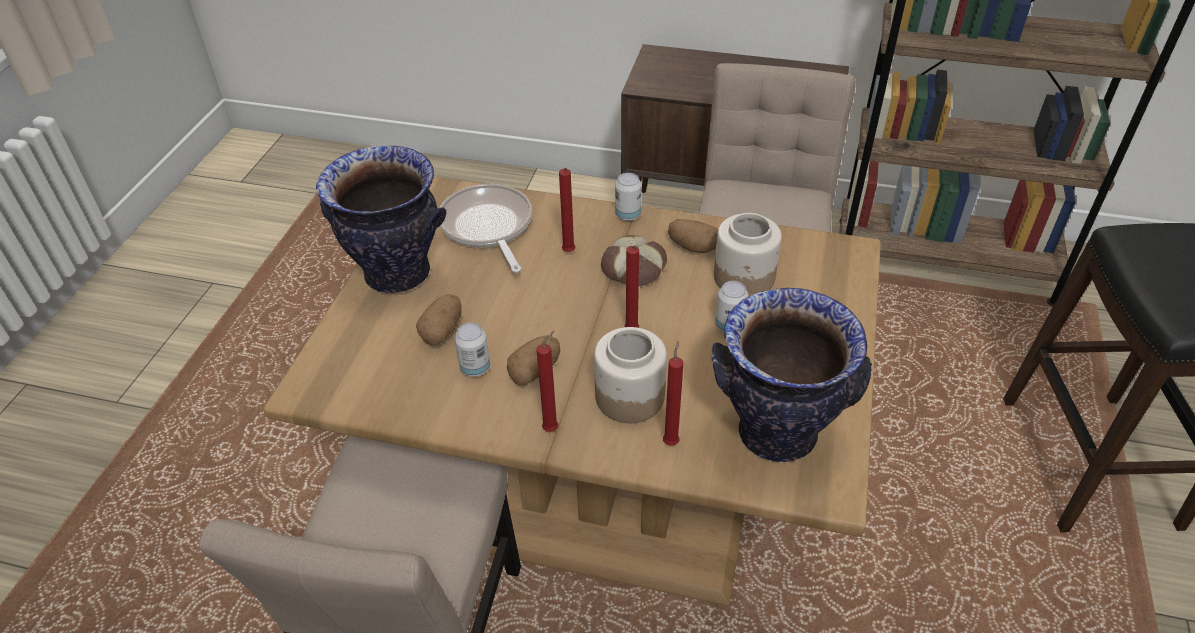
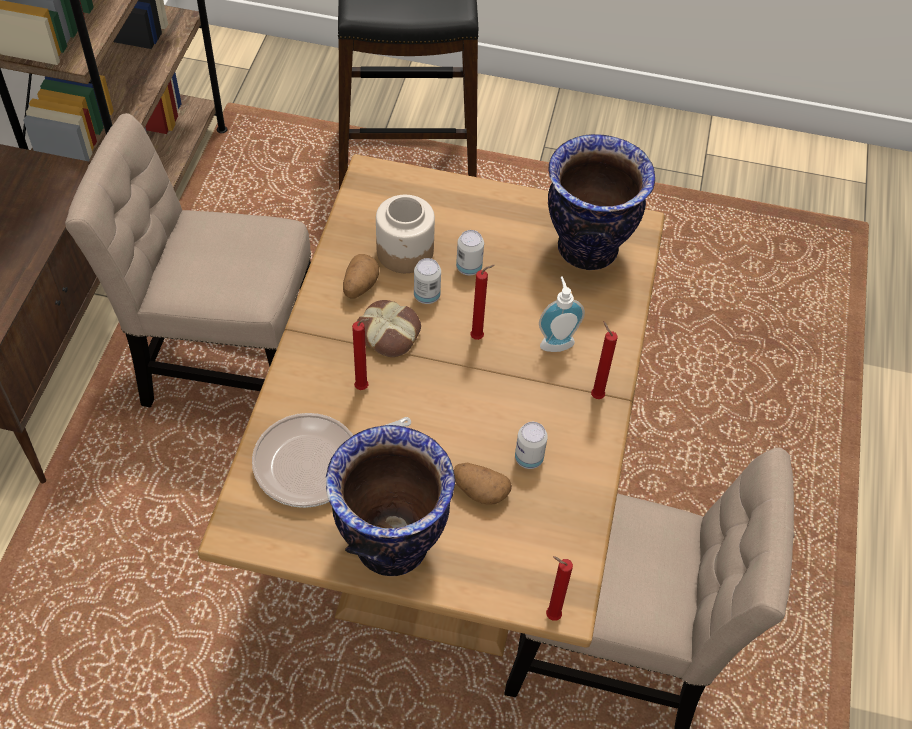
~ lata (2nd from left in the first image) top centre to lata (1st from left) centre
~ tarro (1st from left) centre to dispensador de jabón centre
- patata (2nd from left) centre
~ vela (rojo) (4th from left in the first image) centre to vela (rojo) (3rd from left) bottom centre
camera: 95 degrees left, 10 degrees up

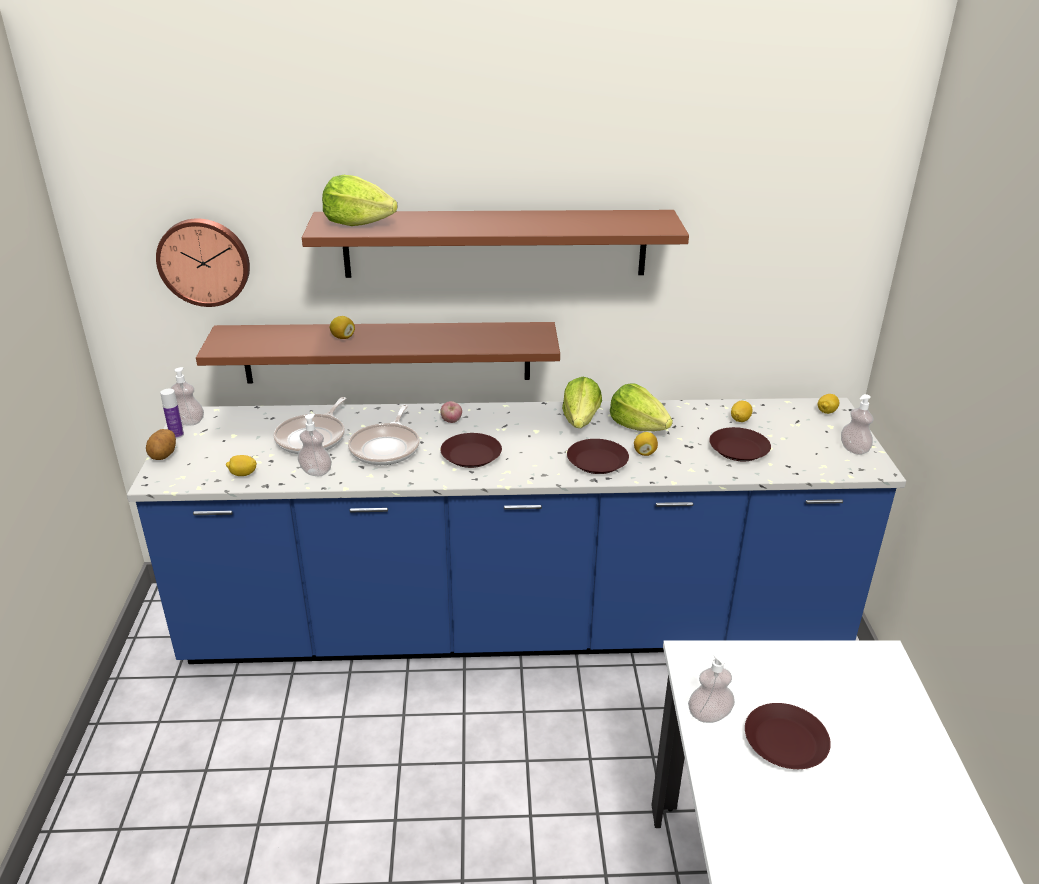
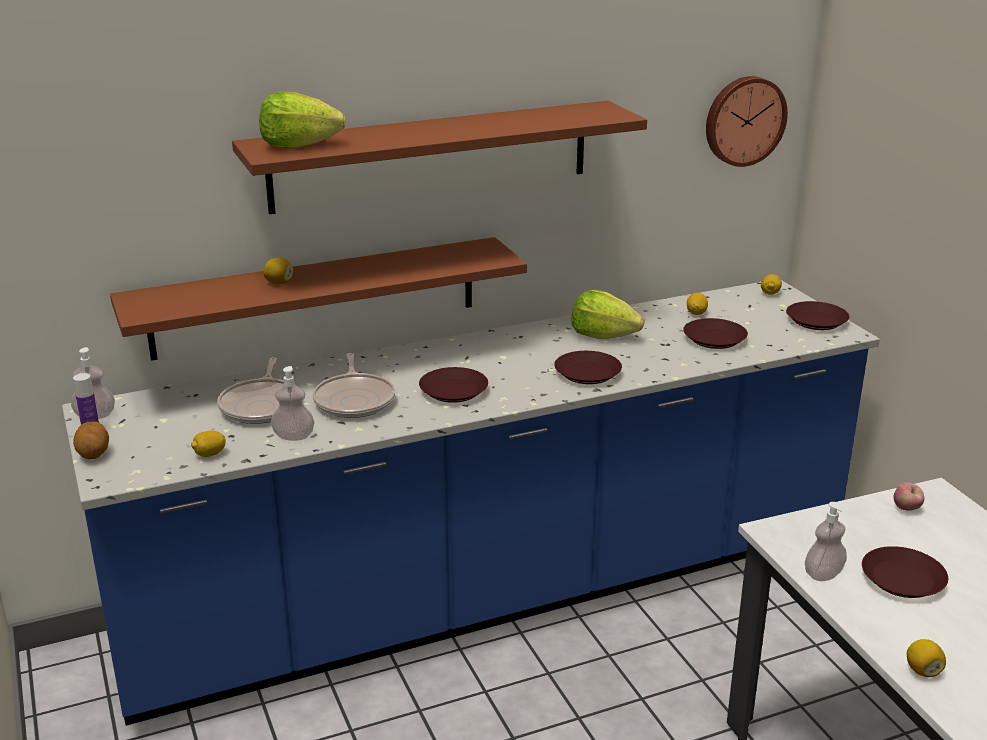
~ reloj de pared top left to top right
- lechuga (2nd from left) centre
~ dispensador de jabón (4th from left) middle right to plato (marrón) (4th from left) middle right
~ manzana centre to bottom right
~ limón (3rd from left in the first image) centre to limón (5th from left) bottom right
camera: 20 degrees left, 5 degrees down

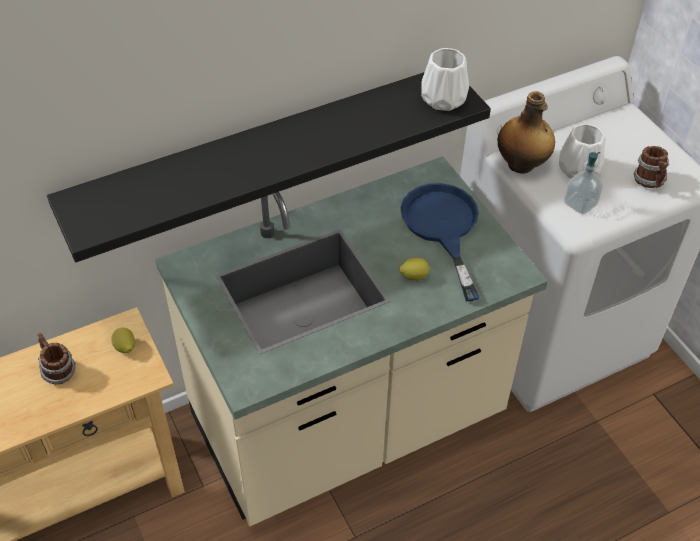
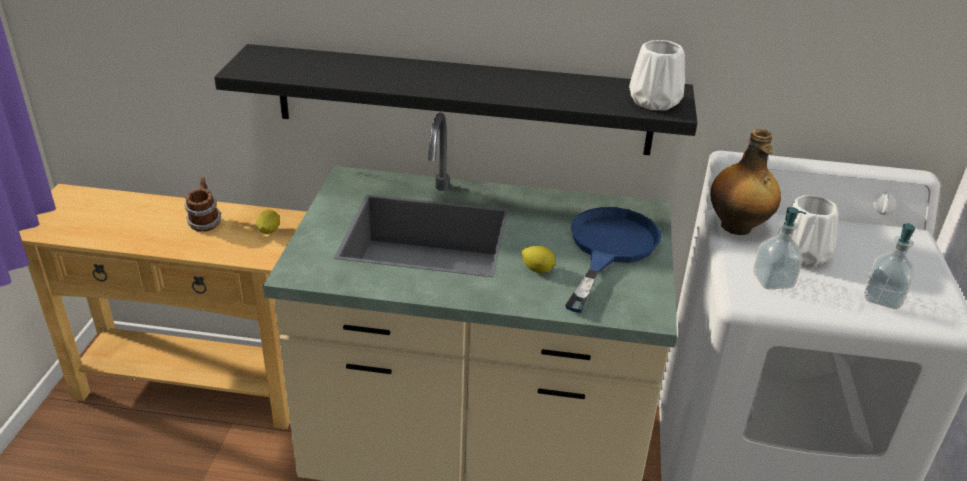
~ taza grande (2nd from left) top right to dispensador de jabón (2nd from left) middle right
camera: 35 degrees right, 15 degrees down

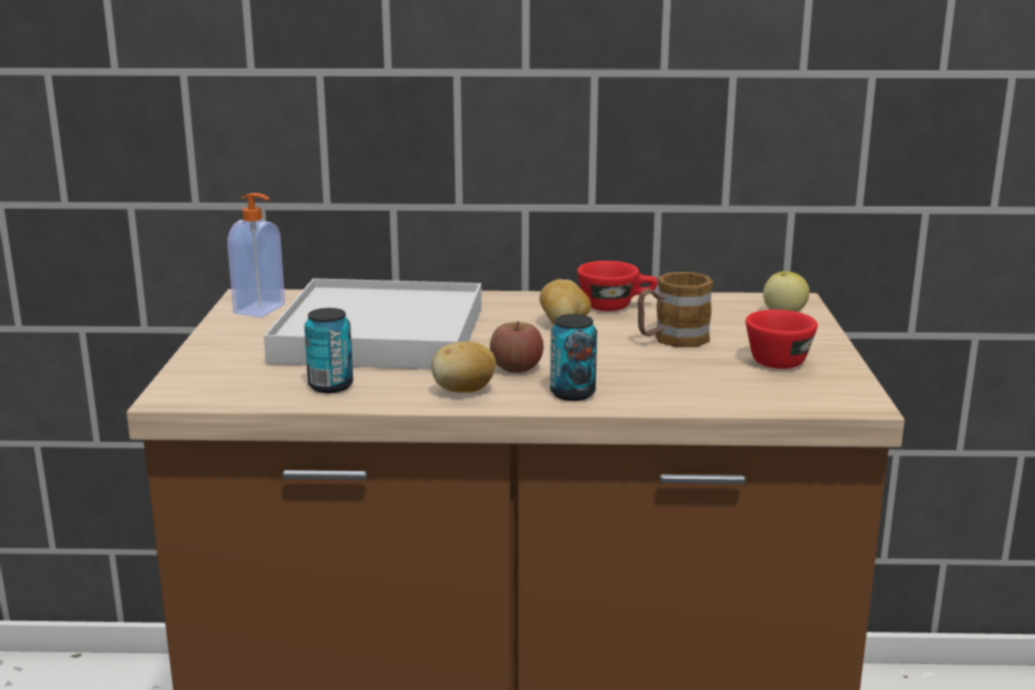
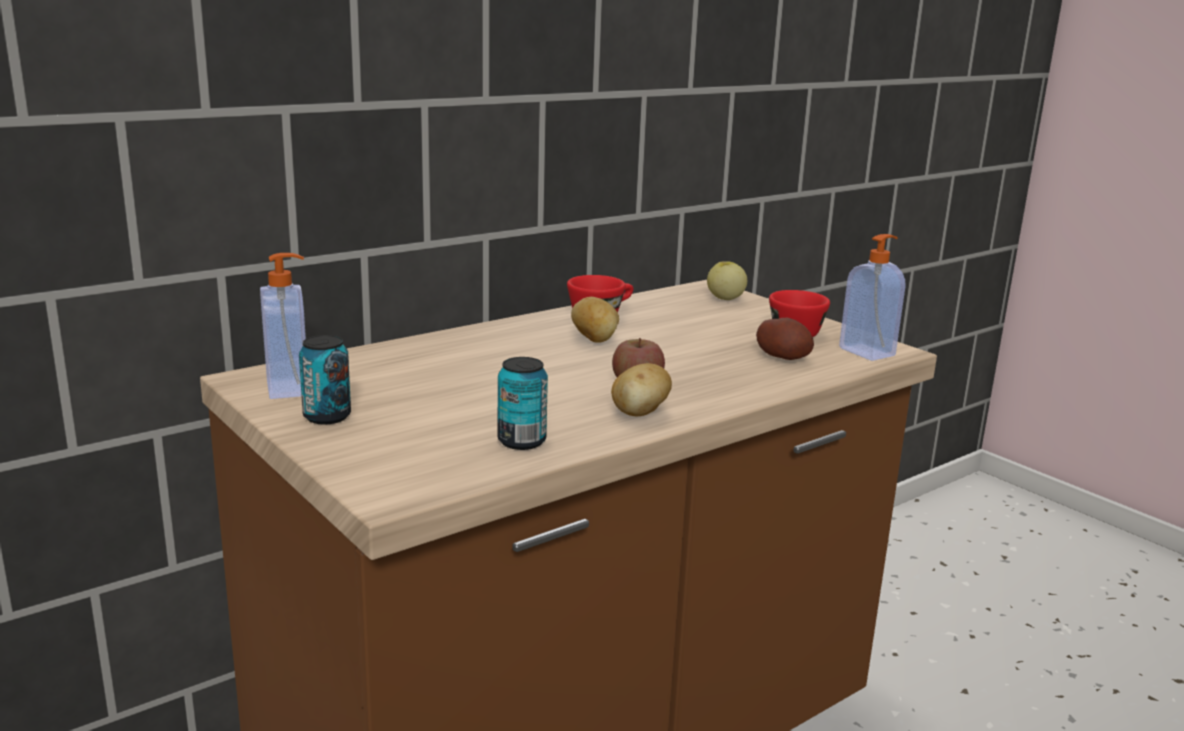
- taza grande centre
- bandeja (blanco) centre
~ lata (2nd from left in the first image) centre to lata (1st from left) middle left
+ dispensador de jabón (2nd from left) middle right
+ patata (3rd from left) centre
camera: 40 degrees left, 0 degrees up

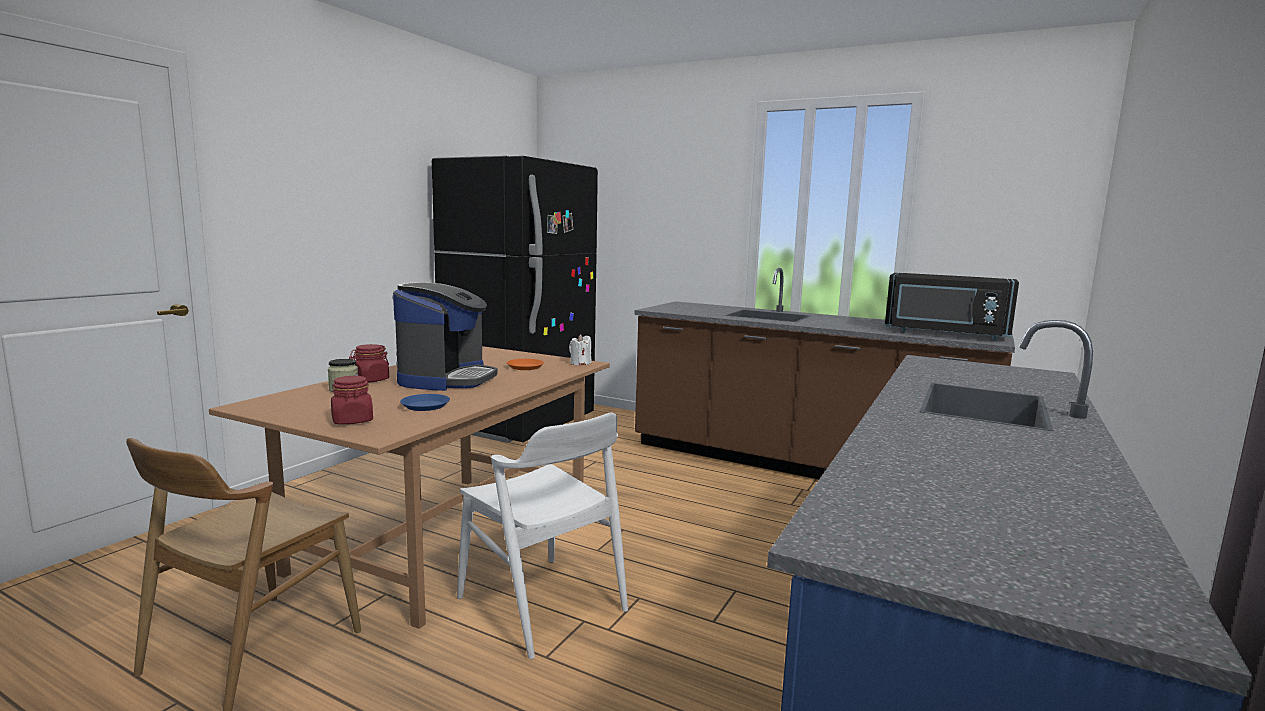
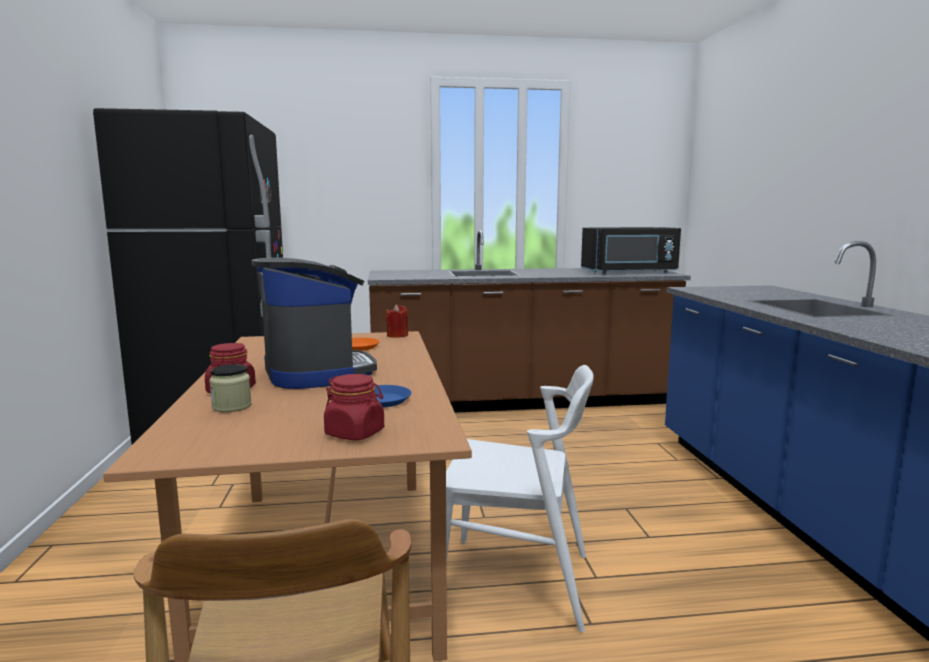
~ vela (blanco) centre to vela (rojo) centre
camera: 35 degrees left, 0 degrees up

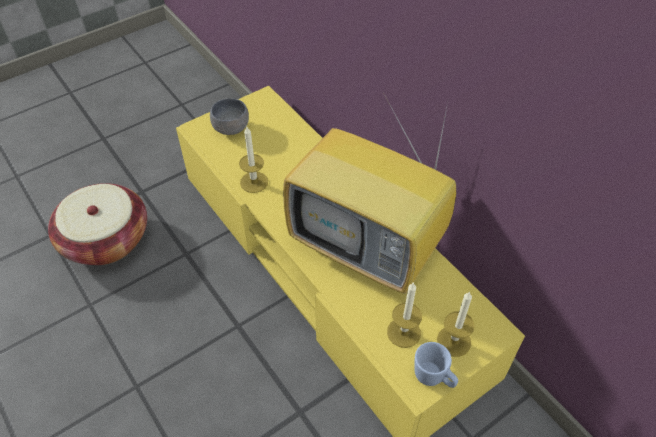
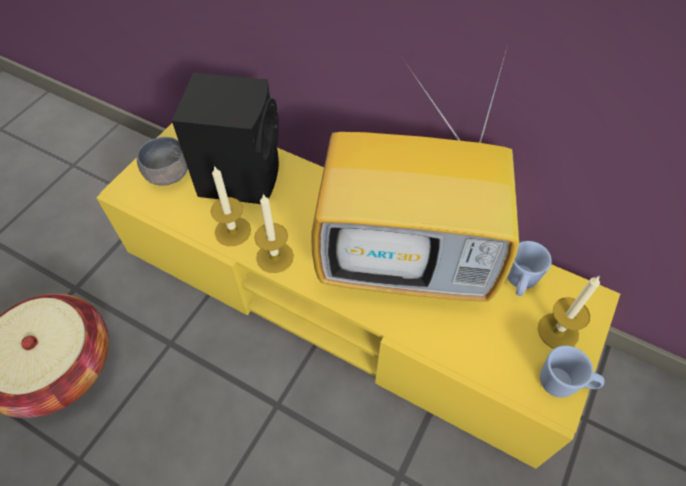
~ vela (2nd from left) bottom centre to centre
+ altavoz (negro) top left
+ taza grande (azul) (1st from left) middle right
camera: 25 degrees left, 5 degrees up

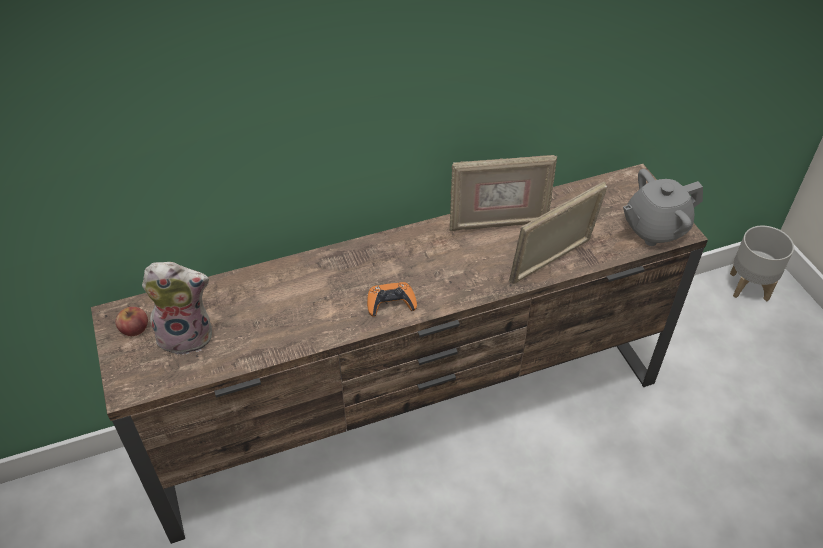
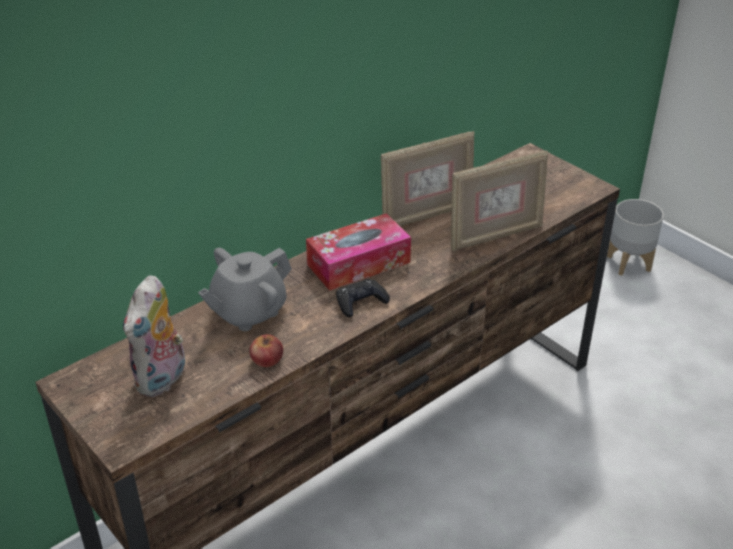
~ tetera (gris) middle right to centre
~ portarretratos (2nd from left) middle right = middle right 150 degrees counterclockwise
~ peluche middle left = middle left 135 degrees clockwise
~ mando de consola (naranja) centre to mando de consola (negro) centre
~ manzana middle left to centre
+ caja de pañuelos centre
camera: 20 degrees left, 10 degrees down

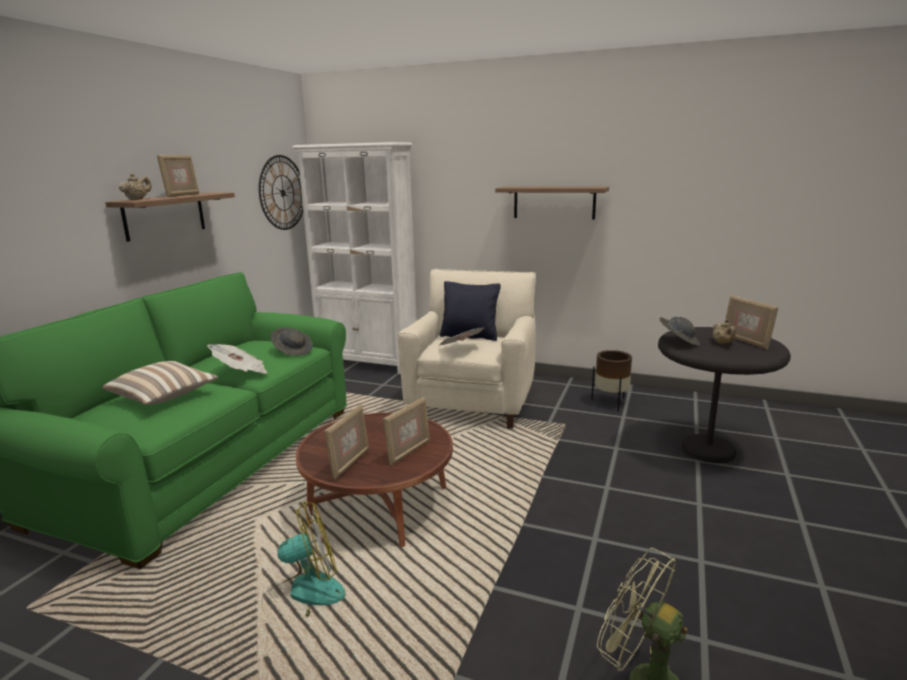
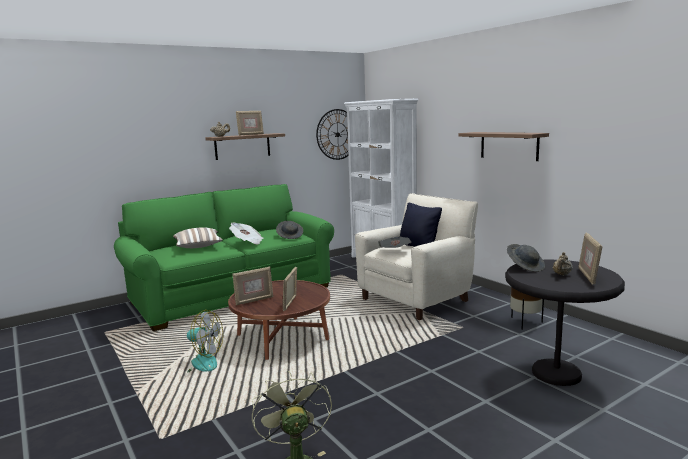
~ portarretratos (3rd from left) centre = centre 120 degrees clockwise
camera: 35 degrees right, 5 degrees down

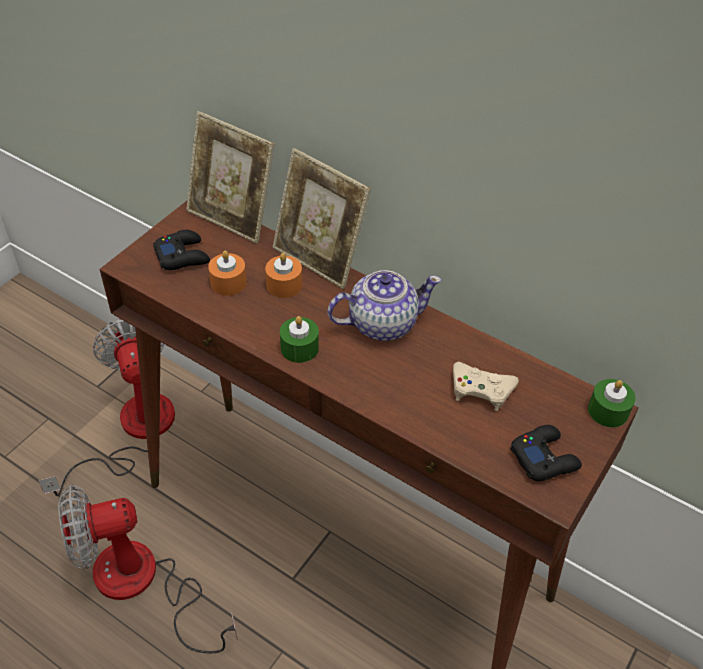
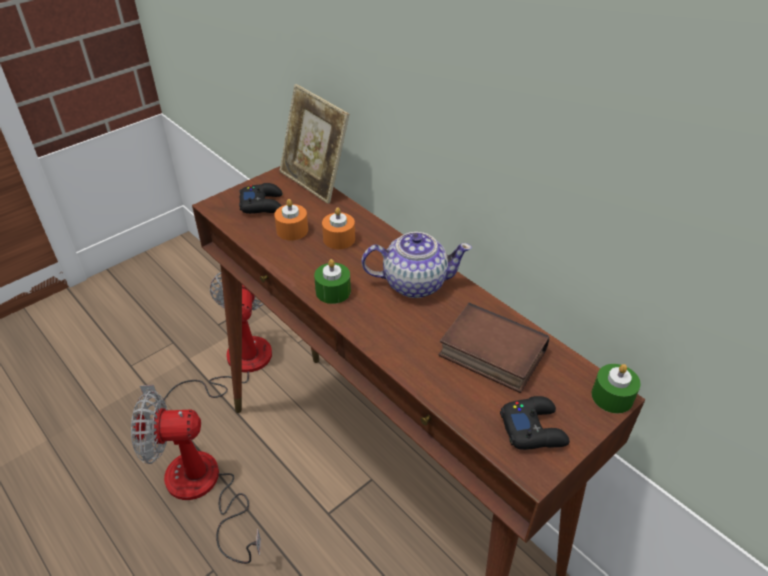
- portarretratos (2nd from left) top centre
~ mando de consola (beis) middle right to libro centre
camera: 15 degrees right, 5 degrees down

